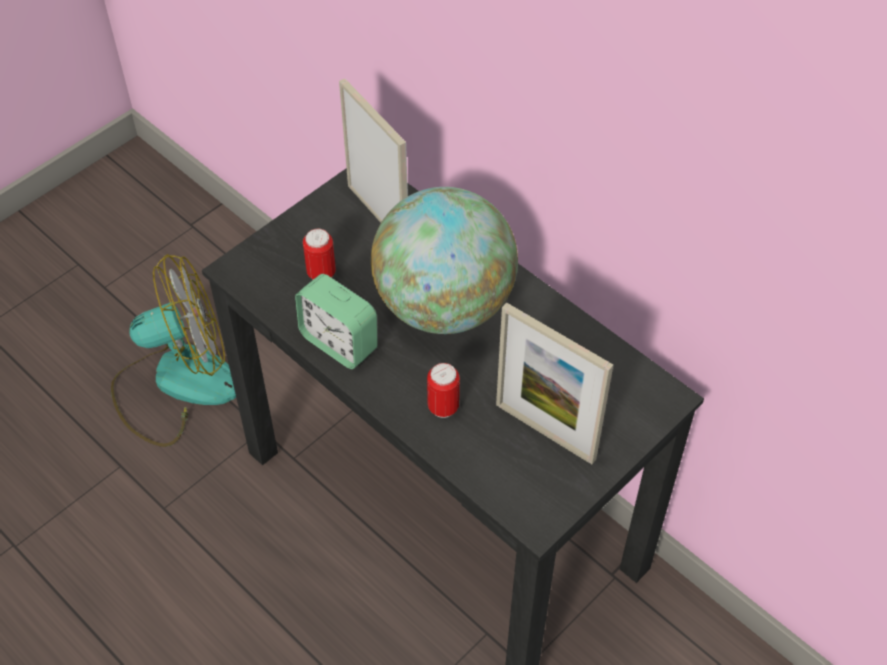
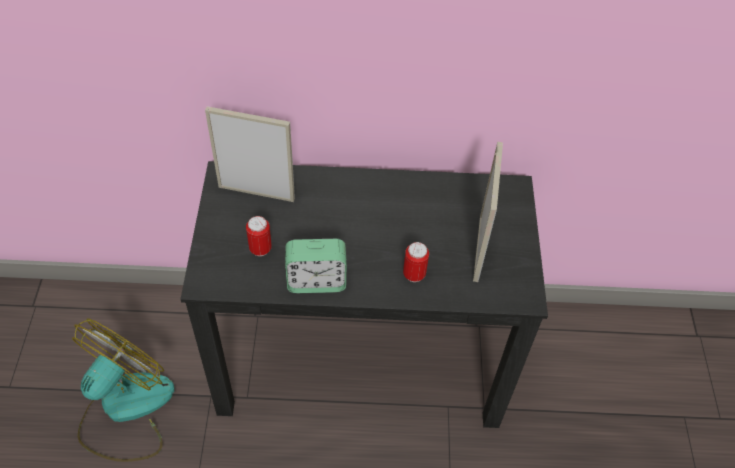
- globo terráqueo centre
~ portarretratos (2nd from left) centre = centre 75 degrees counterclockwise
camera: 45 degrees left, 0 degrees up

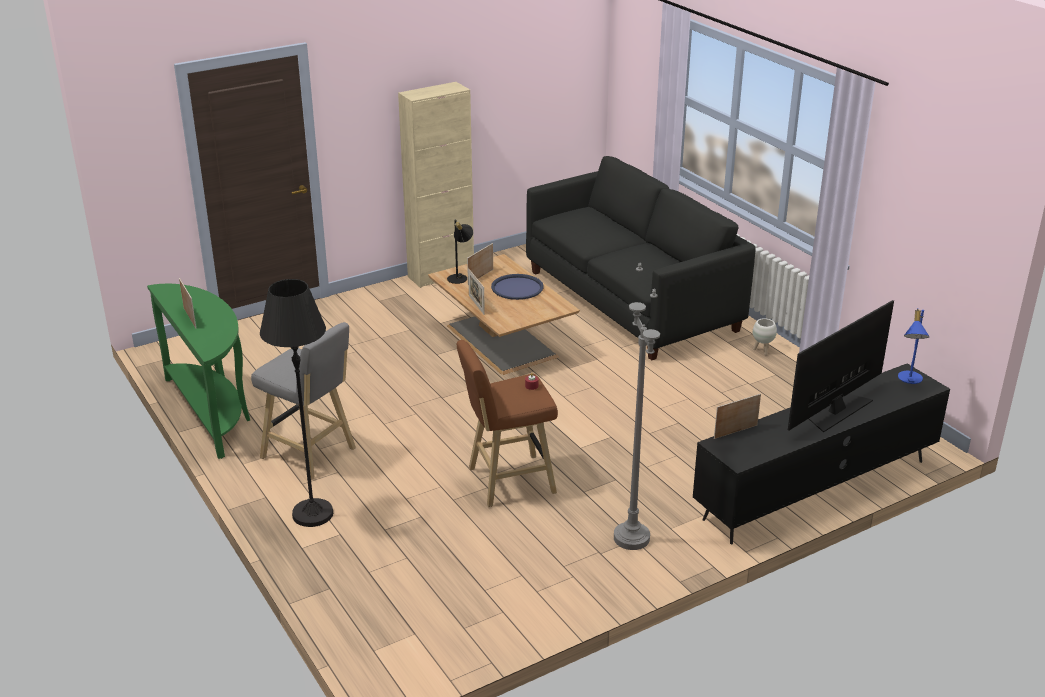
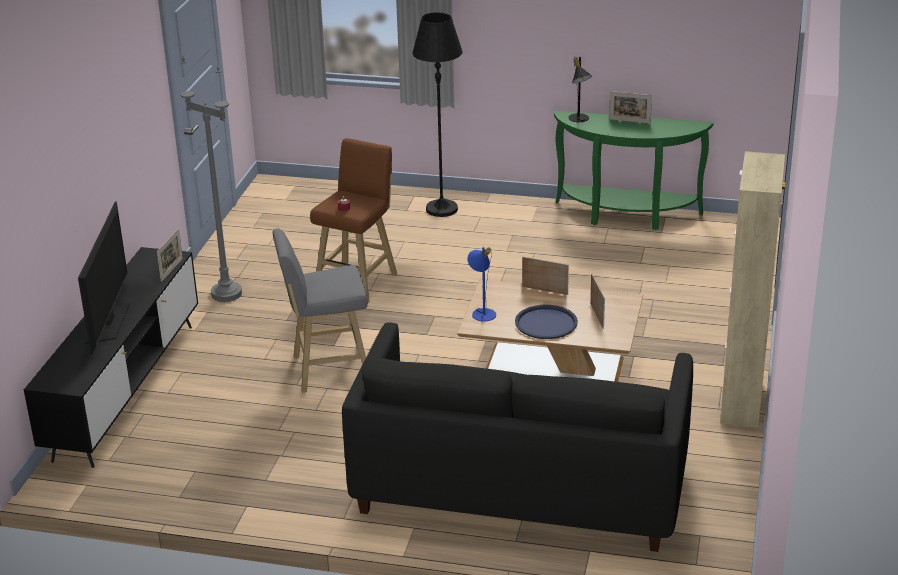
~ lámpara de mesa (negro) centre to top centre
~ lámpara de mesa (azul) middle right to centre
- maceta (blanco) middle right
~ taburete (gris) middle left to centre
camera: 135 degrees right, 0 degrees up

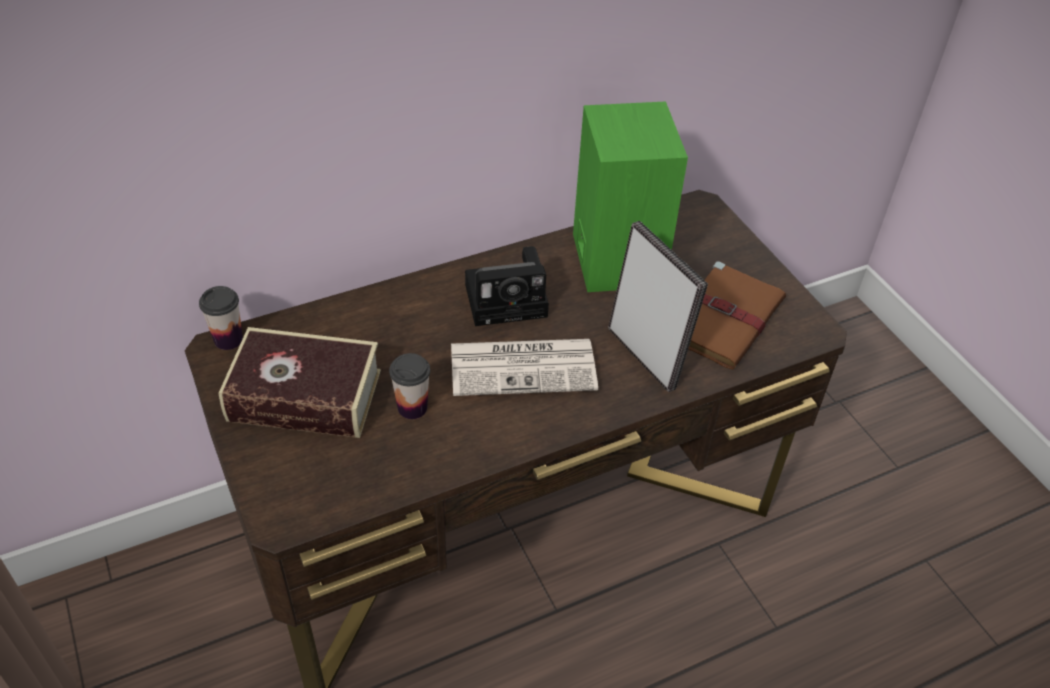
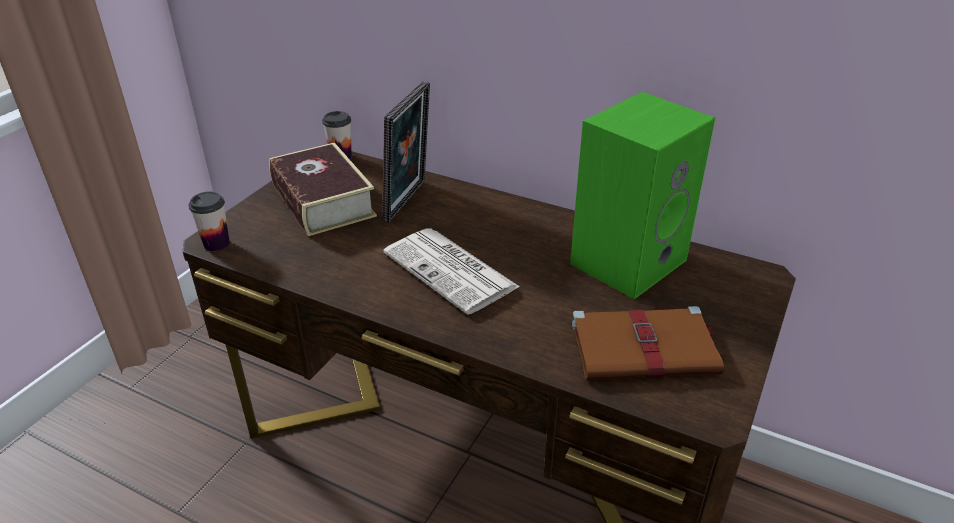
~ portarretratos centre to top centre
- cámara centre
~ taza (2nd from left in the first image) centre to taza (1st from left) middle left
camera: 55 degrees right, 10 degrees down

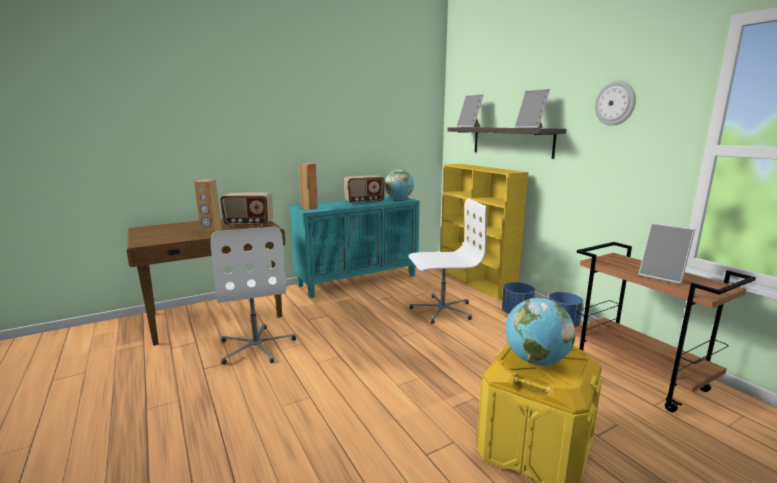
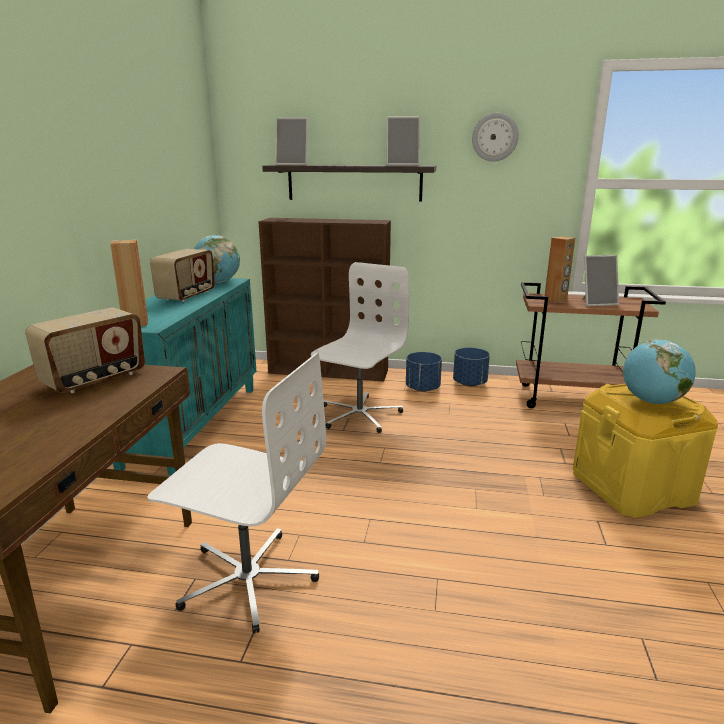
~ estantería (amarillo) centre to estantería (marrón) centre
~ altavoz (marrón) (1st from left in the first image) middle left to altavoz (marrón) (2nd from left) middle right
camera: 50 degrees left, 5 degrees up

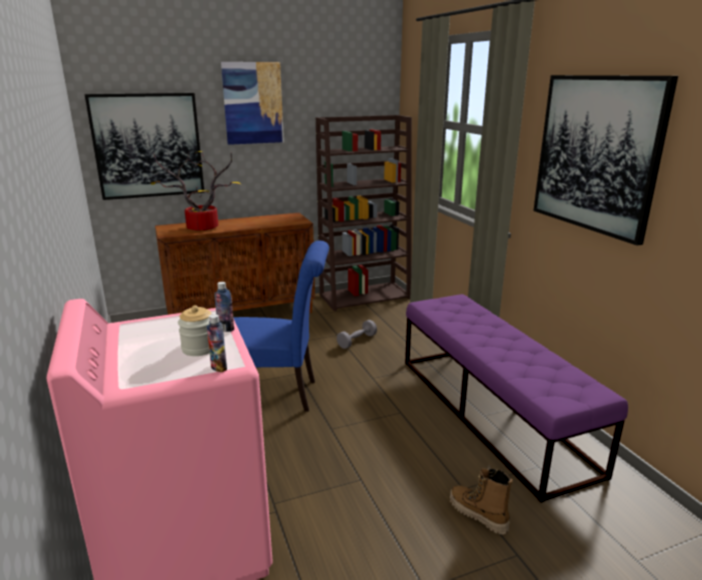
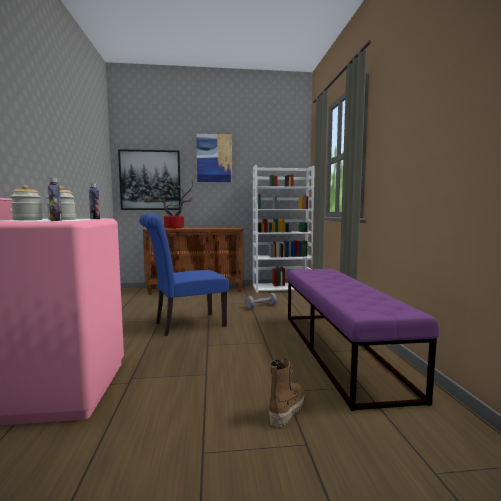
- cuadro (3rd from left) top right
~ estantería (marrón) centre to estantería (blanco) centre
~ silla (azul) centre = centre 135 degrees clockwise
~ bota bottom right = bottom centre 60 degrees clockwise
+ tarro (1st from left) middle left
camera: 15 degrees right, 15 degrees down

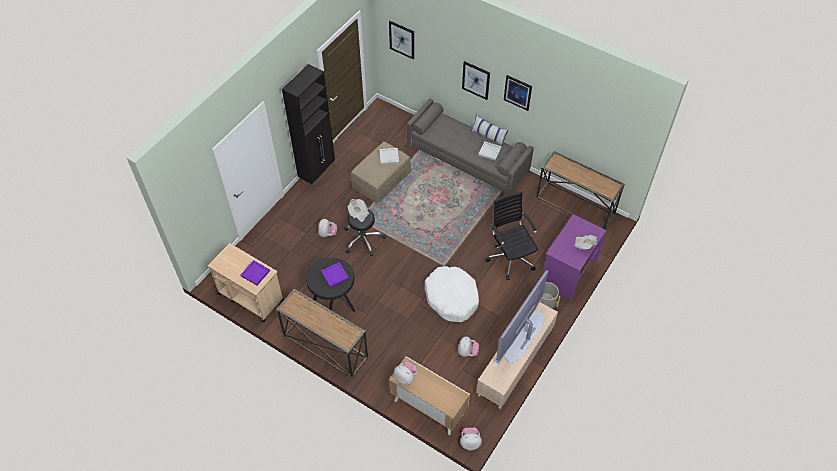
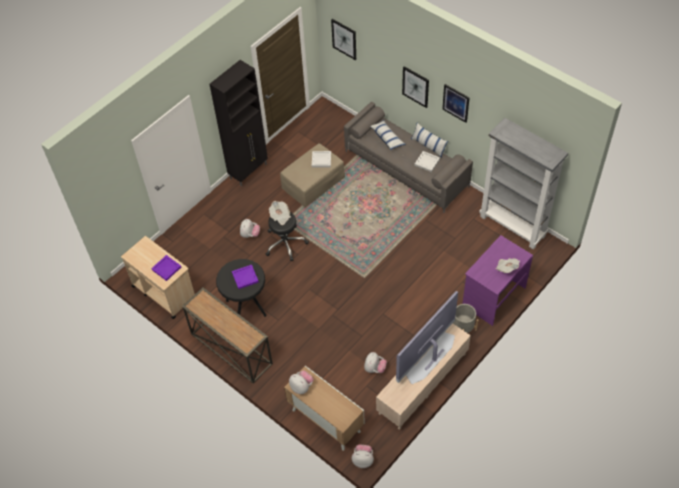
~ mesa consola (2nd from left) middle right to estantería (gris) middle right
- silla de oficina (negro) centre
- cama para perro (blanco) centre
+ cojín (1st from left) top centre
camera: 10 degrees right, 0 degrees up

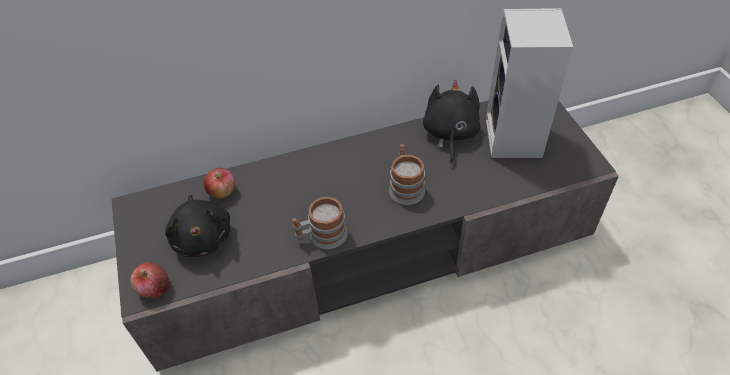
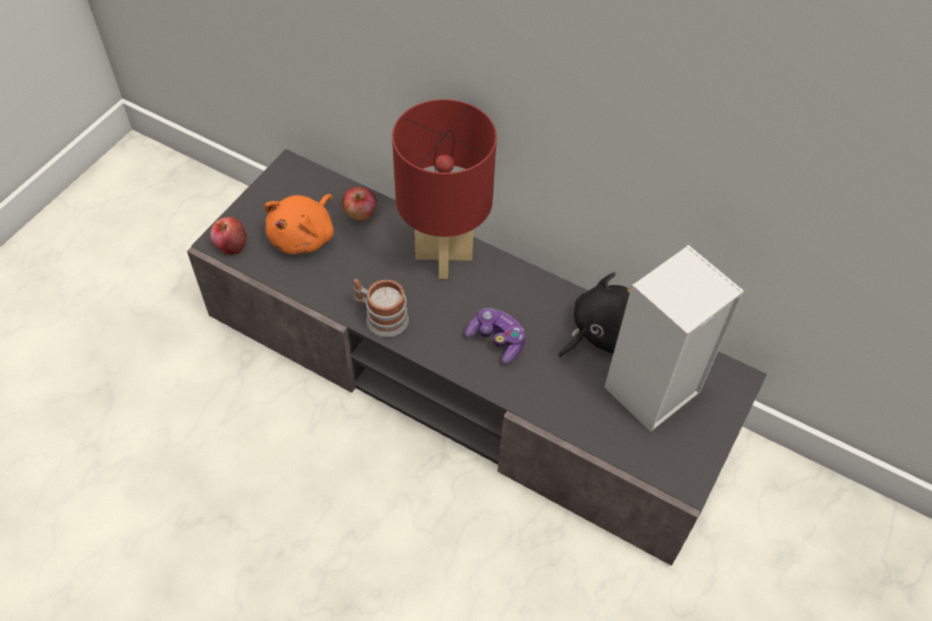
~ taza grande (2nd from left) centre to mando de consola centre
~ peluche (negro) (1st from left) middle left to peluche (naranja) middle left
+ lámpara de mesa (rojo) top centre
camera: 45 degrees right, 5 degrees up

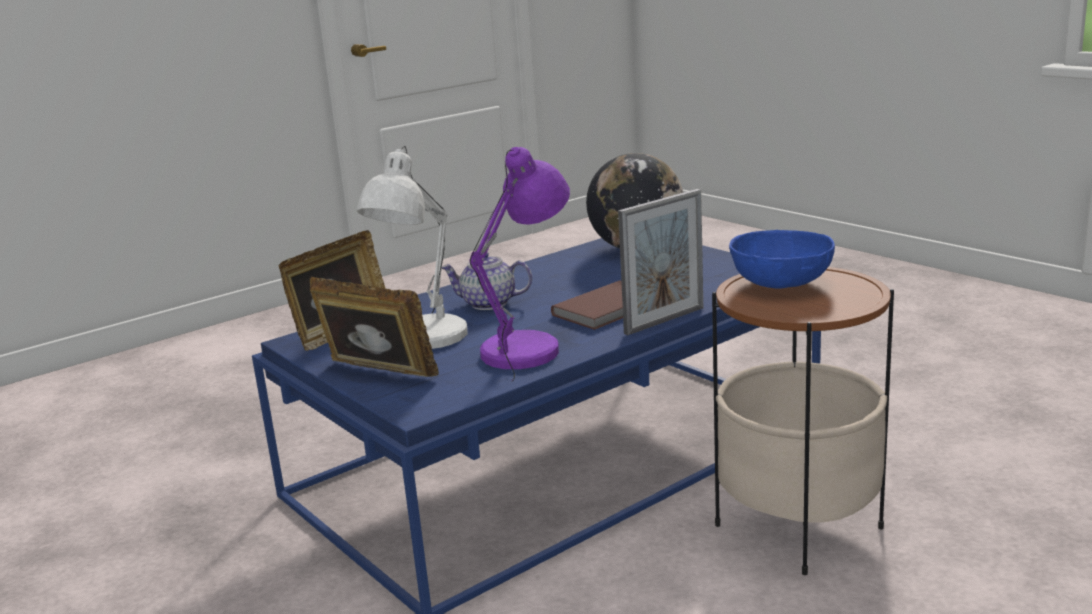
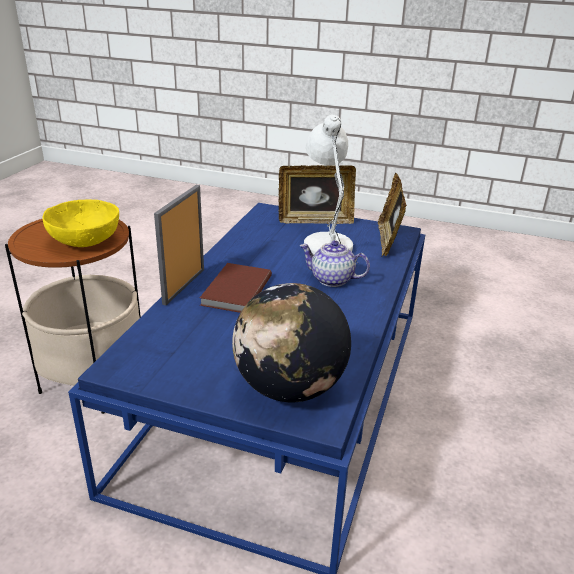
- lámpara de mesa (morado) centre
~ cuenco (azul) middle right to cuenco (amarillo) middle left
~ tetera centre = centre 135 degrees counterclockwise
camera: 145 degrees right, 10 degrees up

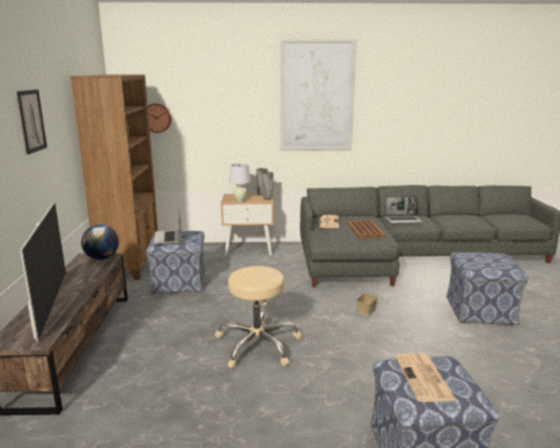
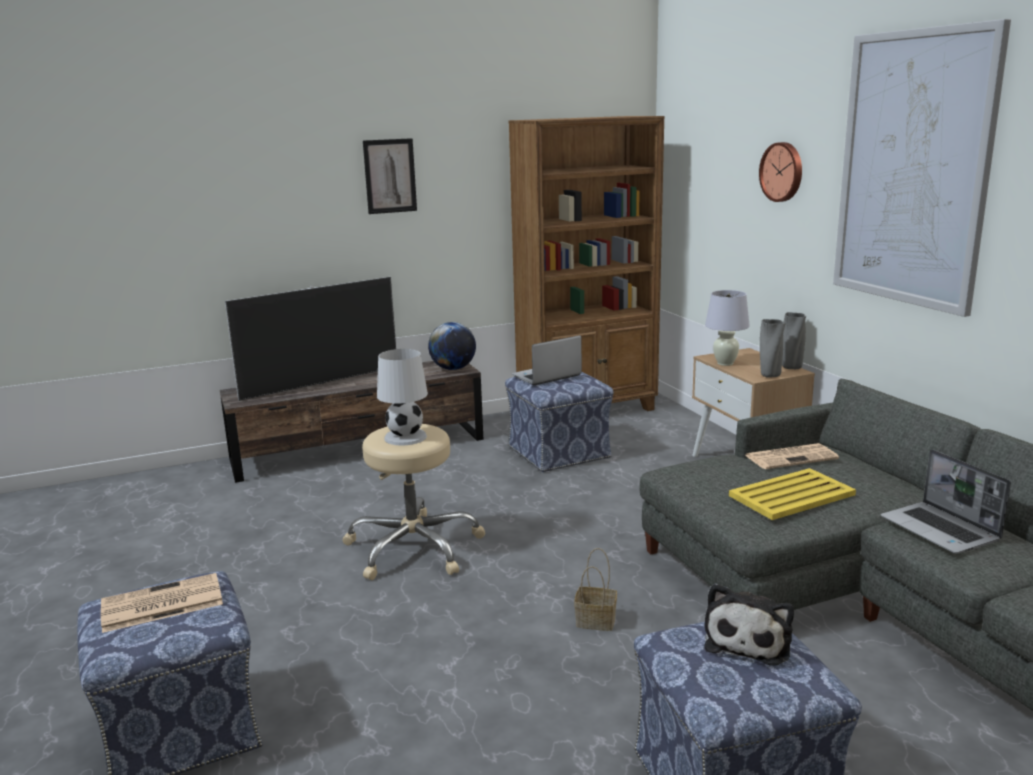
~ reloj de pared top left to top right
~ bandeja (marrón) centre to bandeja (amarillo) middle right
+ lámpara de mesa (blanco) (1st from left) centre
+ peluche bottom right
camera: 70 degrees right, 0 degrees up

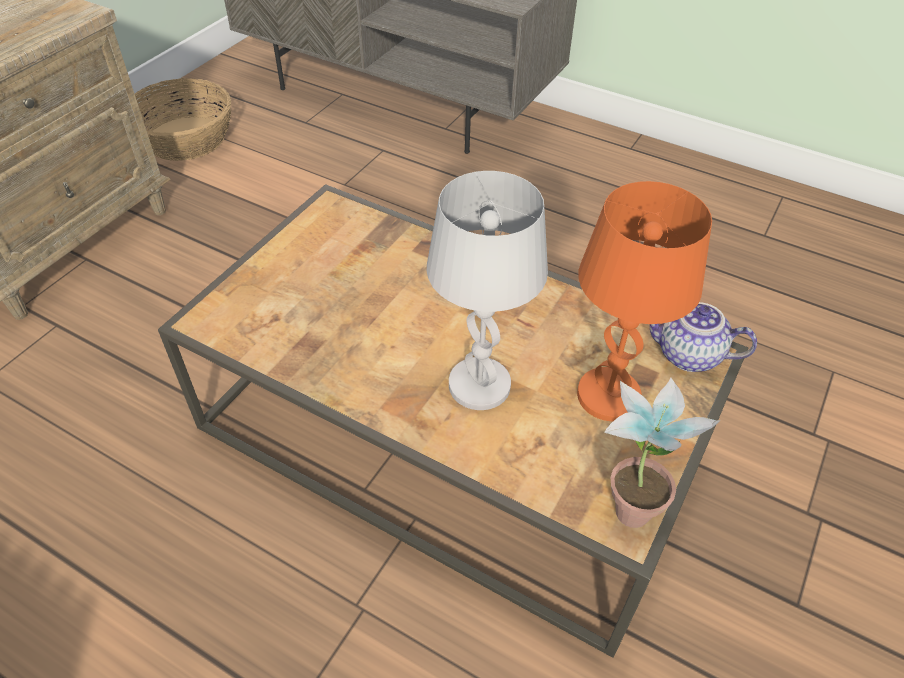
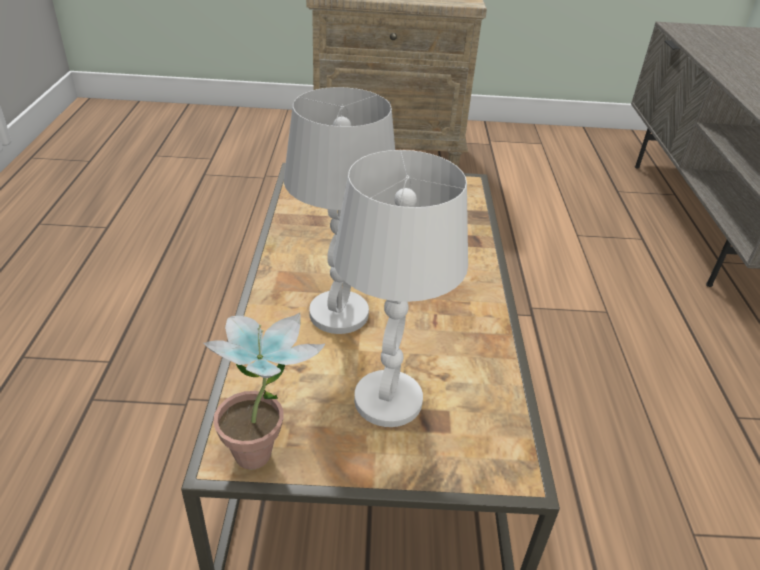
- cesta top left
~ lámpara de mesa (naranja) middle right to lámpara de mesa (blanco) (2nd from left) centre
- tetera middle right
camera: 60 degrees right, 10 degrees down

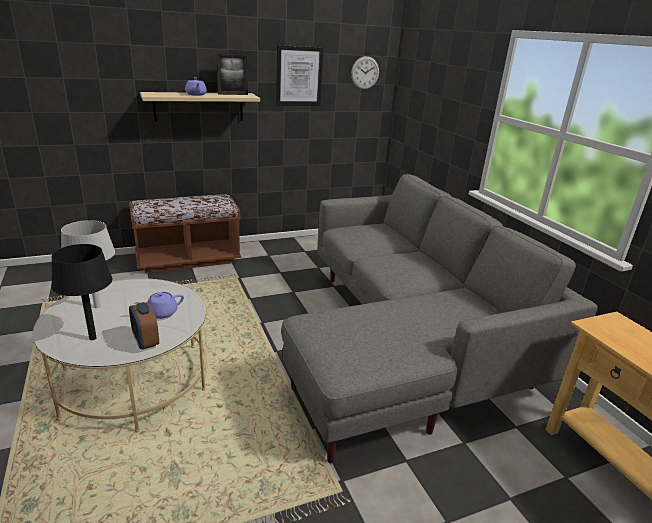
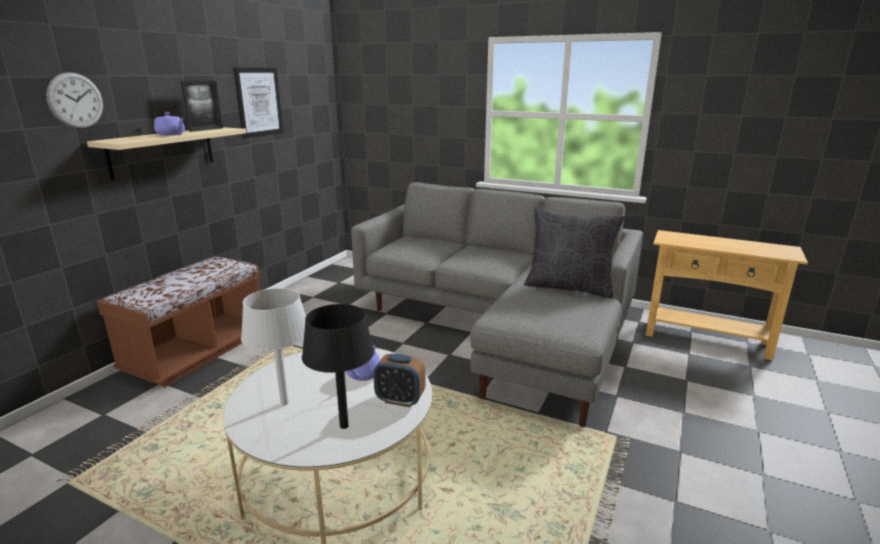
~ reloj de pared top centre to top left
+ cojín (negro) centre
camera: 40 degrees left, 5 degrees down

